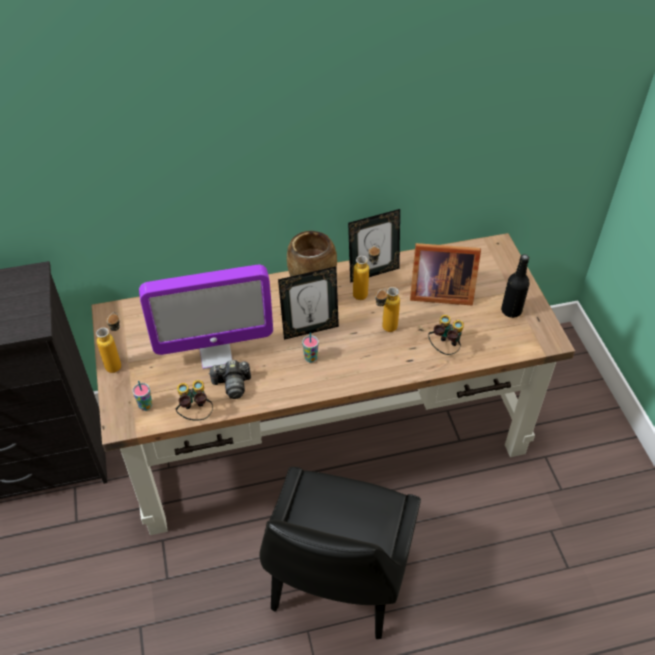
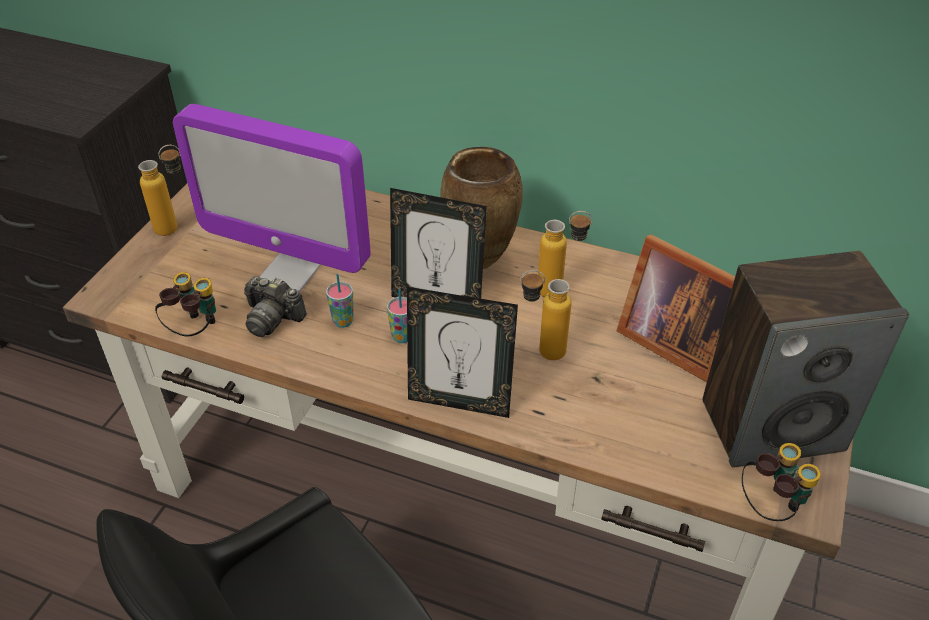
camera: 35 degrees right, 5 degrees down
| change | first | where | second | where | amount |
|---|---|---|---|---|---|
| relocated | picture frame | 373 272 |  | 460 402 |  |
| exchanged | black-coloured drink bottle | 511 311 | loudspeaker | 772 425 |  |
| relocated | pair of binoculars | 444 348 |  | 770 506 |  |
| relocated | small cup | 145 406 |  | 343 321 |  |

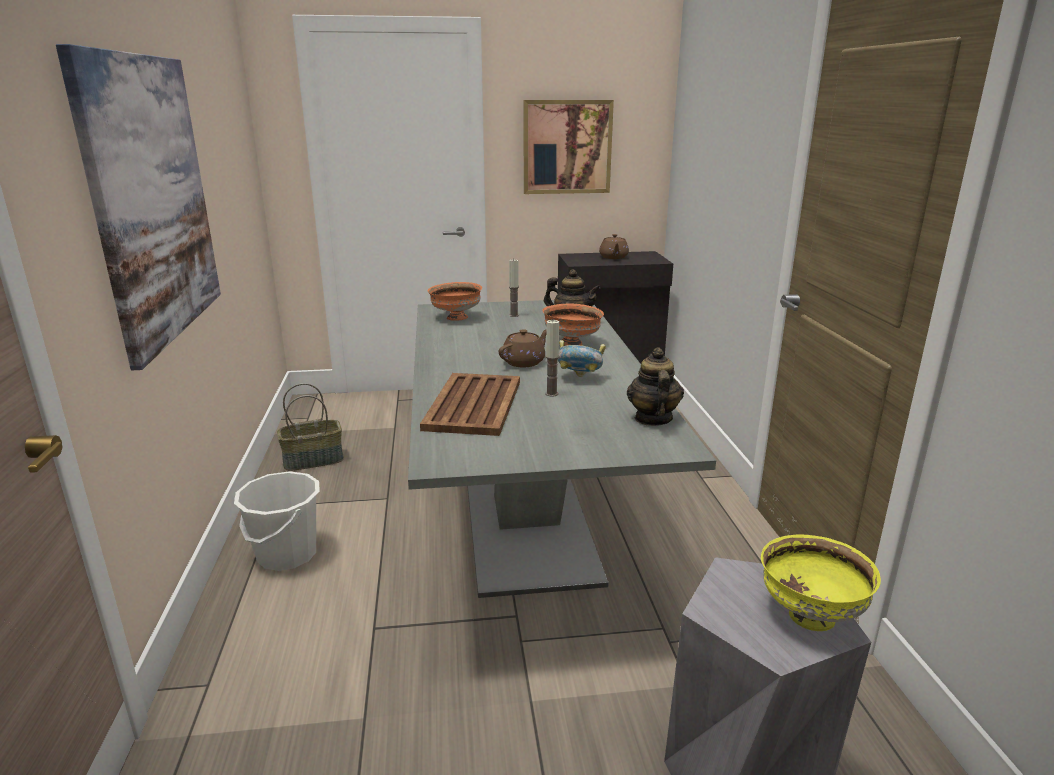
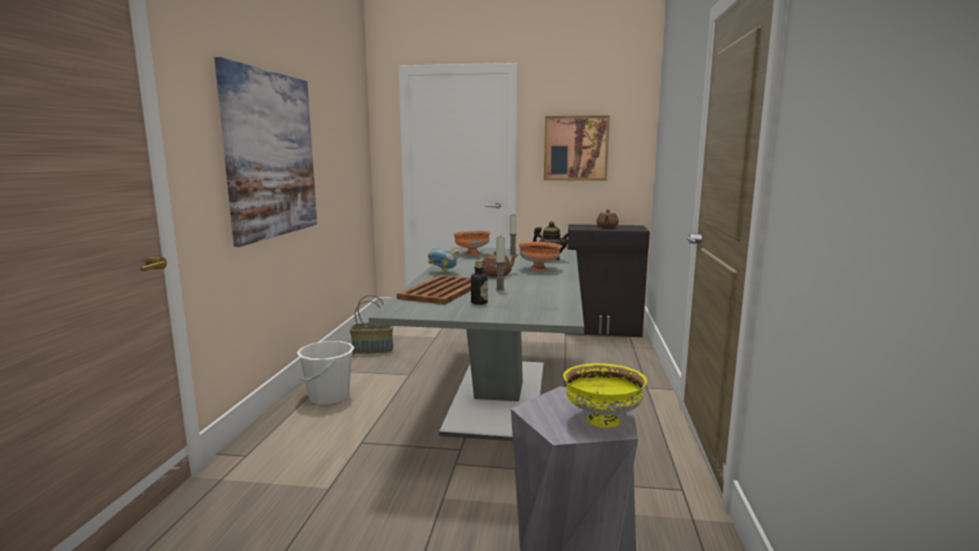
camera: 15 degrees right, 10 degrees down
| change | first | where | second | where | amount |
|---|---|---|---|---|---|
| relocated | deep dish | 580 378 |  | 443 272 |  |
| missing | tea pot | 652 419 |  |  |  |
| appeared |  |  | drink bottle | 479 303 |  |

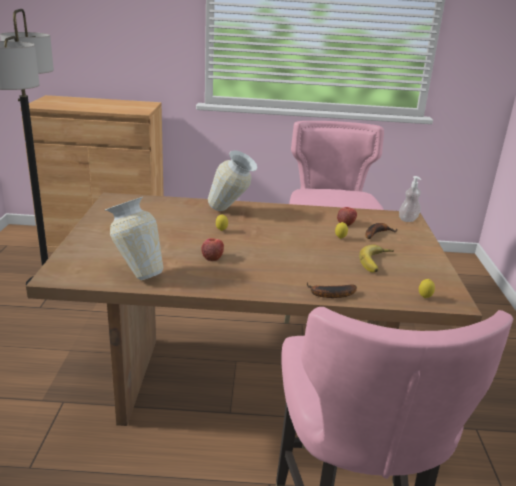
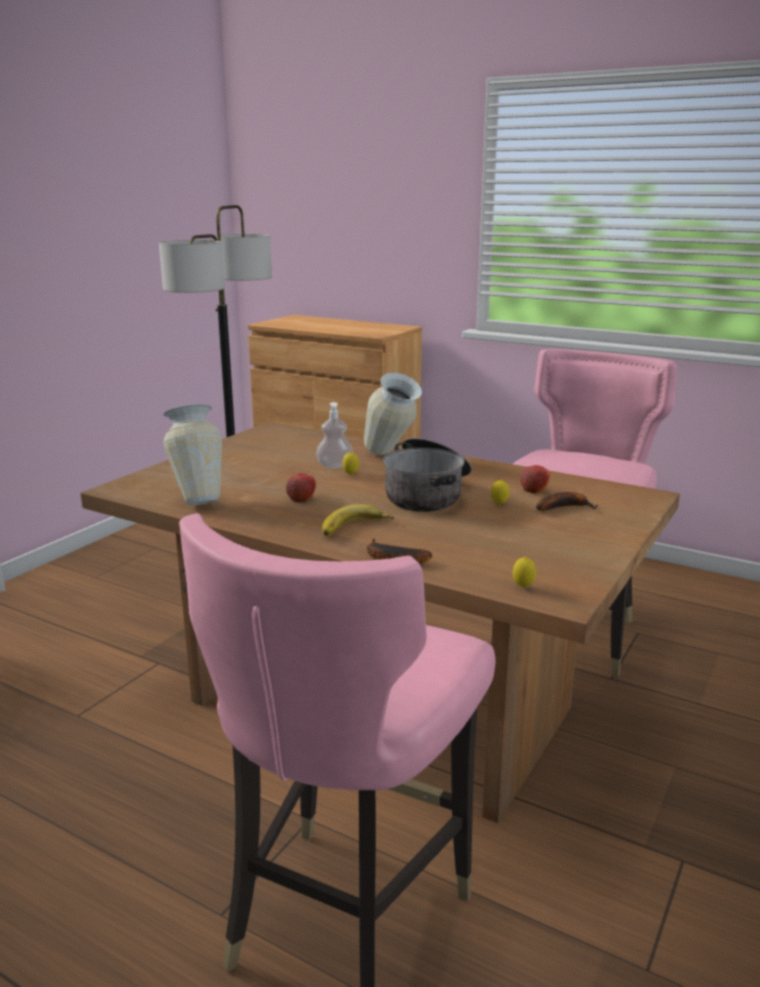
camera: 30 degrees right, 5 degrees down
| change | first | where | second | where | amount |
|---|---|---|---|---|---|
| relocated | soap dispenser | 408 219 |  | 335 466 |  |
| relocated | whole banana | 378 263 |  | 355 529 |  |
| appeared |  |  | stockpot | 428 494 |  |

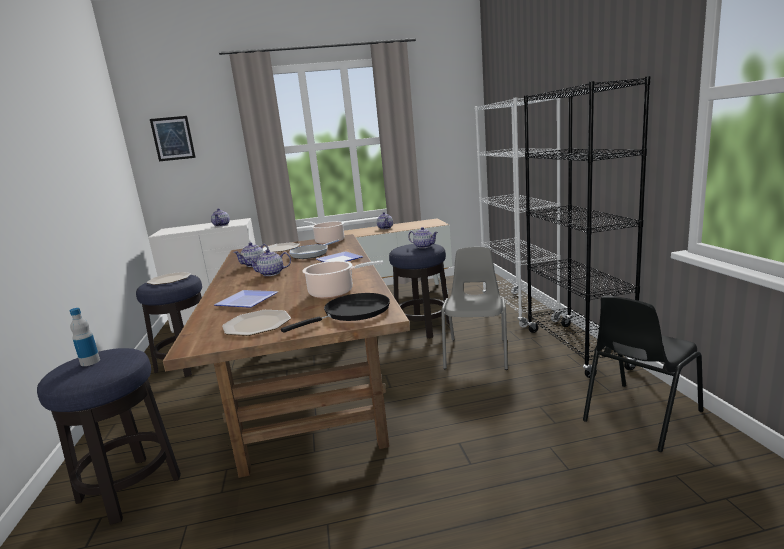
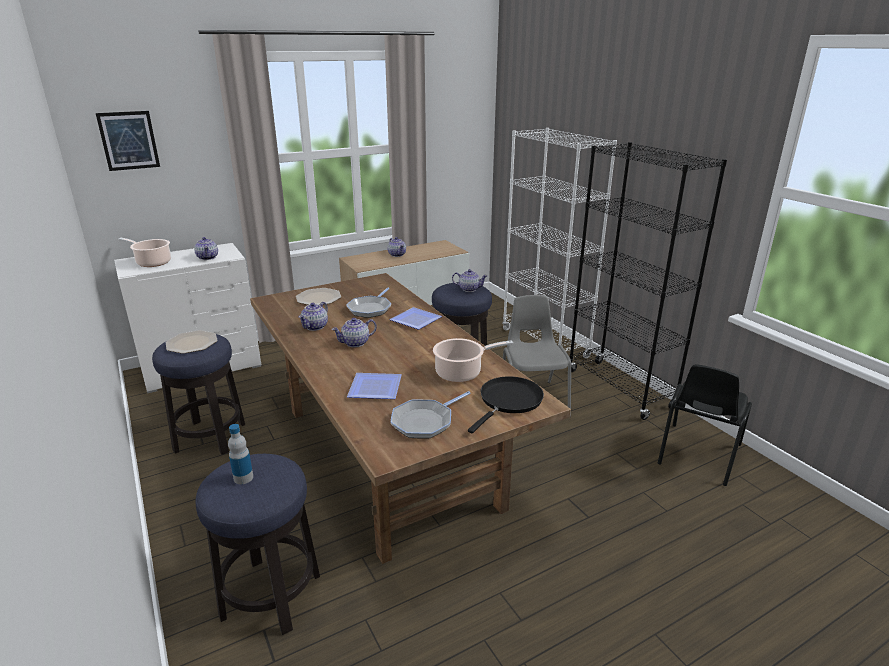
camera: 20 degrees left, 10 degrees up
| change | first | where | second | where | amount |
|---|---|---|---|---|---|
| relocated | stockpot | 328 241 |  | 152 262 |  |
| exchanged | dinner plate | 257 324 | frying pan | 425 422 |  |

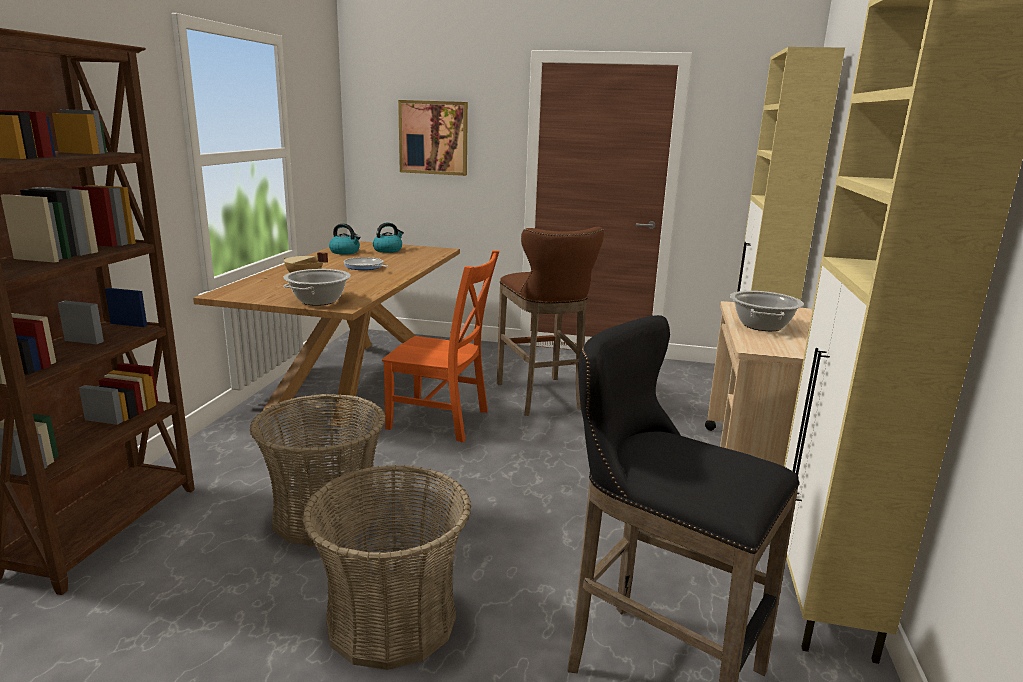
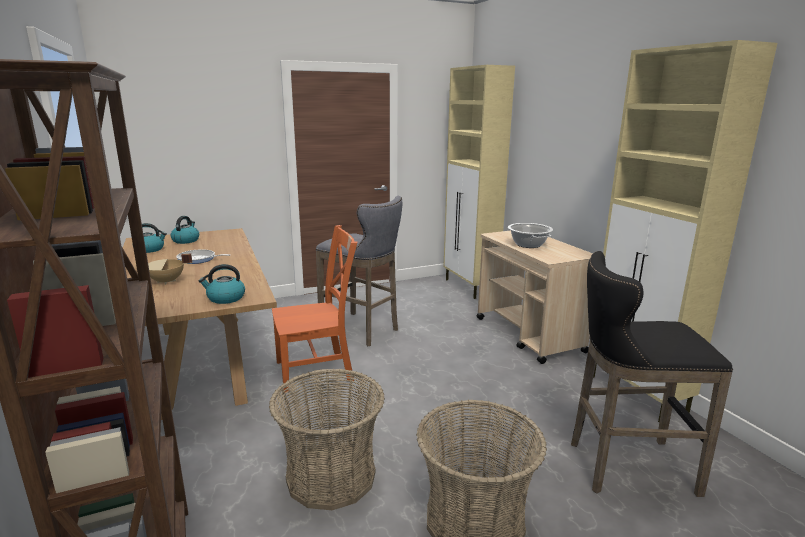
camera: 35 degrees left, 0 degrees up
| change | first | where | second | where | amount |
|---|---|---|---|---|---|
| missing | wall art | 433 137 |  |  |  |
| colour | brownish stool seat | 542 398 | greyish stool seat | 362 330 |  |
| exchanged | stockpot | 319 301 | kettle | 225 298 |  |

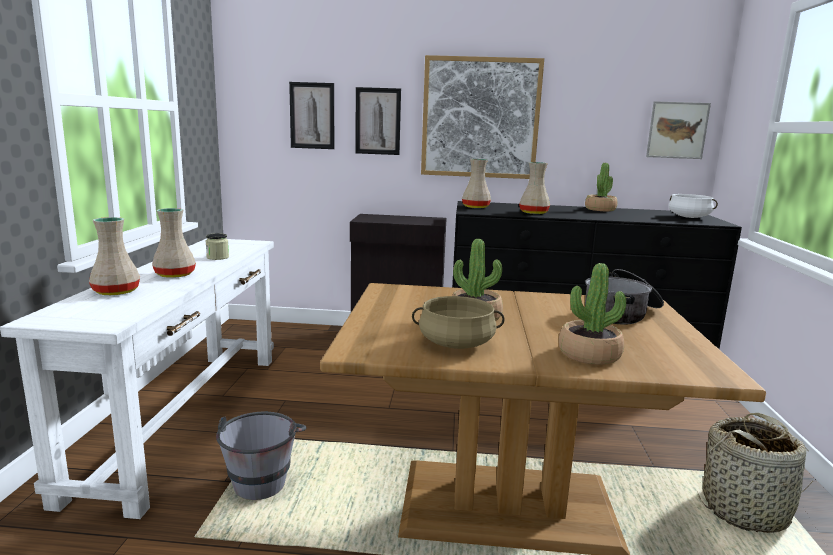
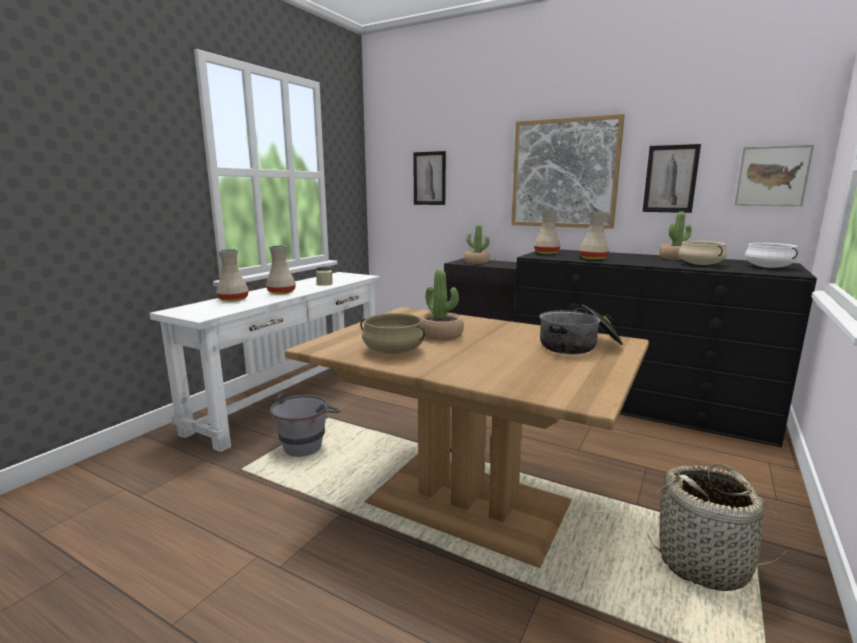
camera: 25 degrees right, 0 degrees up
| change | first | where | second | where | amount |
|---|---|---|---|---|---|
| relocated | wall art | 378 121 |  | 670 179 |  |
| relocated | houseplant | 589 354 |  | 476 262 |  |
| appeared |  |  | beige stockpot | 700 264 |  |

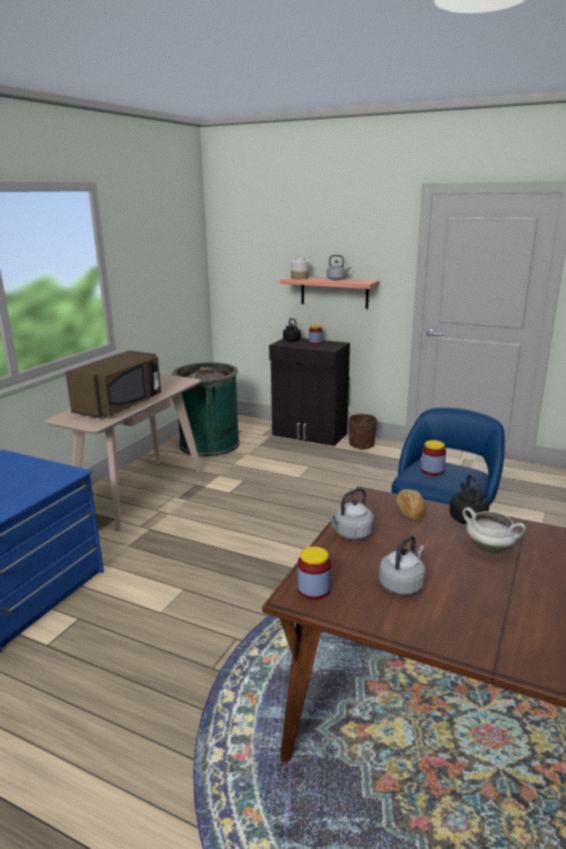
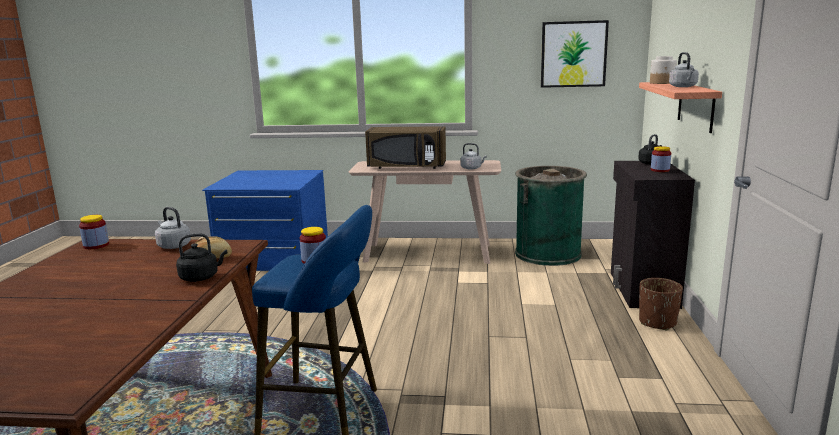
camera: 70 degrees right, 5 degrees down
| change | first | where | second | where | amount |
|---|---|---|---|---|---|
| missing | white stockpot | 490 548 |  |  |  |
| relocated | greyish kettle | 402 584 |  | 472 168 |  |
| appeared |  |  | wall art | 573 54 |  |

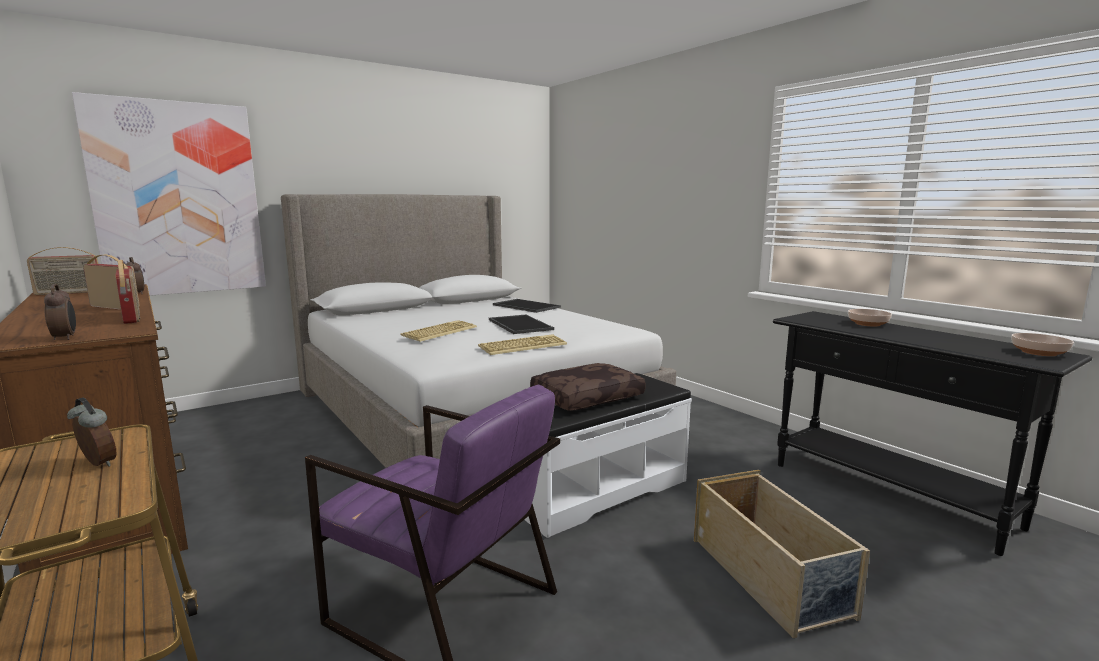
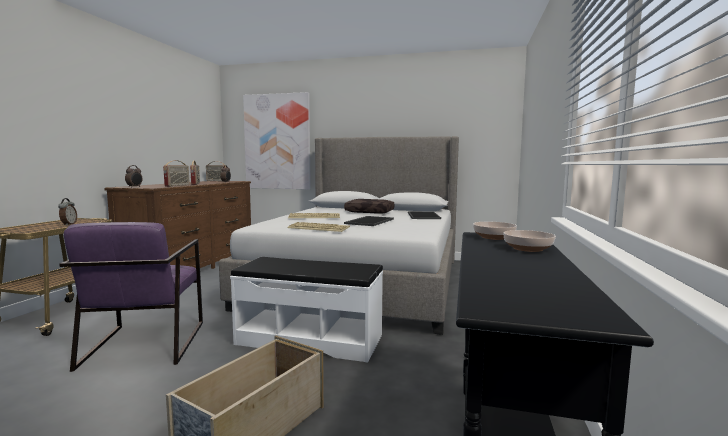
camera: 50 degrees right, 5 degrees down
| change | first | where | second | where | amount |
|---|---|---|---|---|---|
| relocated | deep dish | 1039 353 |  | 493 237 |  |
| relocated | brownish cushion | 587 397 |  | 370 212 |  |

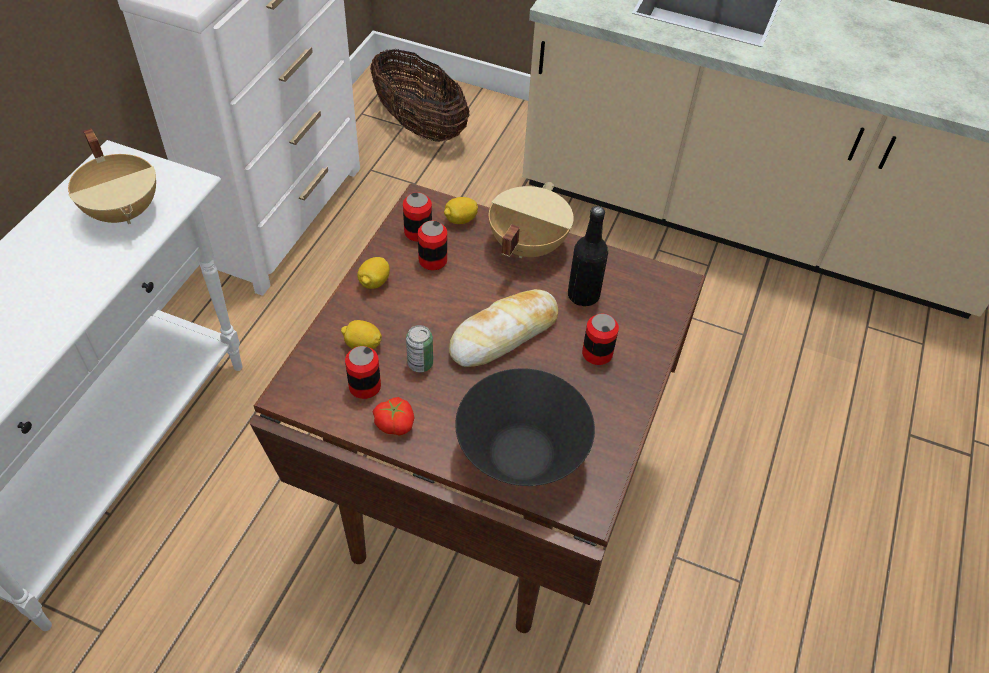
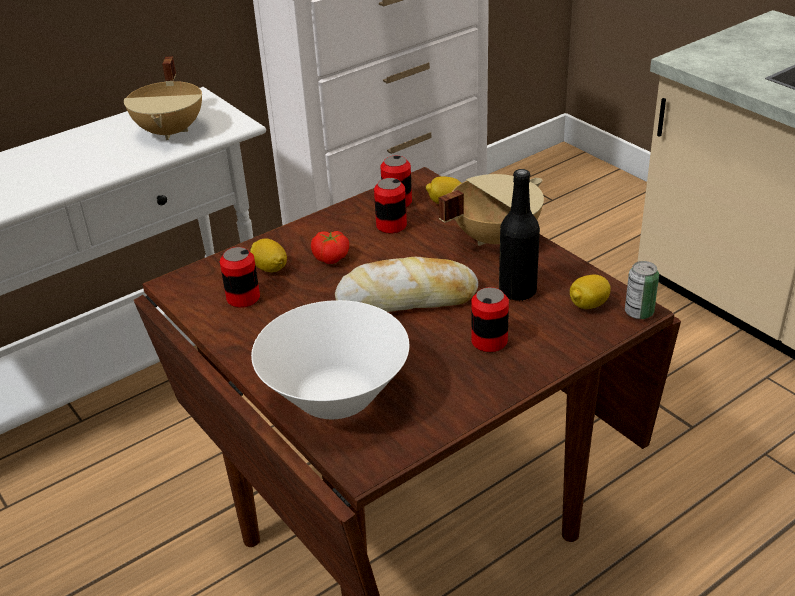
camera: 35 degrees right, 15 degrees down
| change | first | where | second | where | amount |
|---|---|---|---|---|---|
| missing | storage basket | 420 126 |  |  |  |
| relocated | lemon | 374 282 |  | 588 305 |  |
| relocated | metal can | 420 363 |  | 639 312 |  |
| colour | black-coloured deep dish | 521 455 | white deep dish | 335 396 |  |
| relocated | whole tomato | 395 423 |  | 332 257 |  |

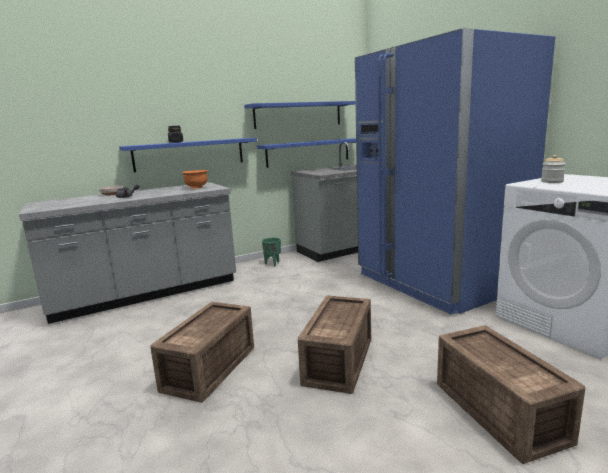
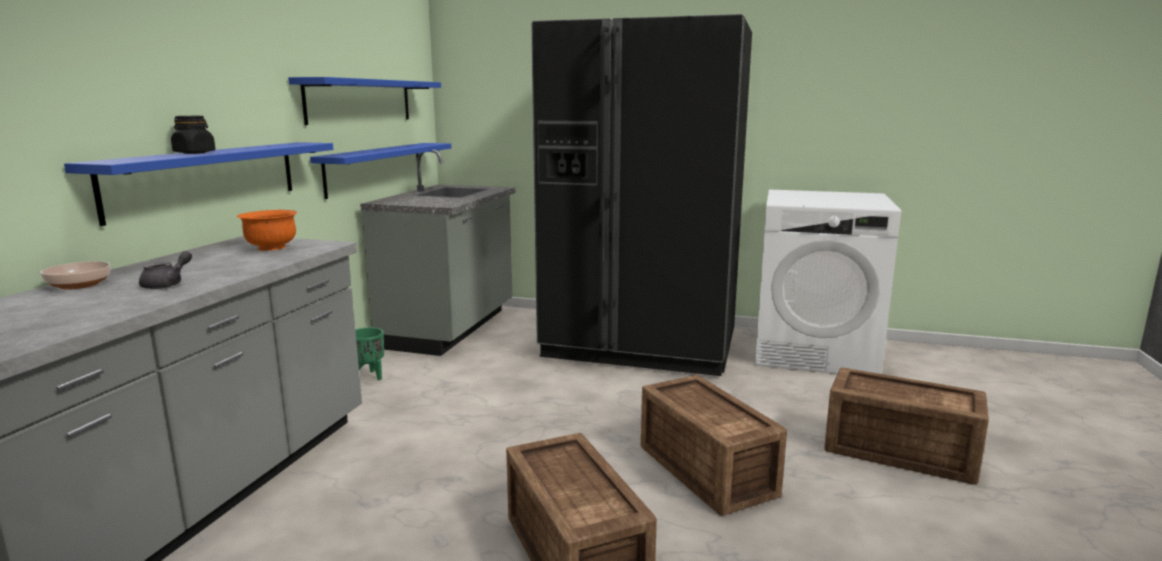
camera: 45 degrees left, 0 degrees up
| change | first | where | second | where | amount |
|---|---|---|---|---|---|
| colour | blue-coloured fridge | 439 281 | black-coloured fridge | 642 343 |  |
| missing | preserve jar | 552 181 |  |  |  |

